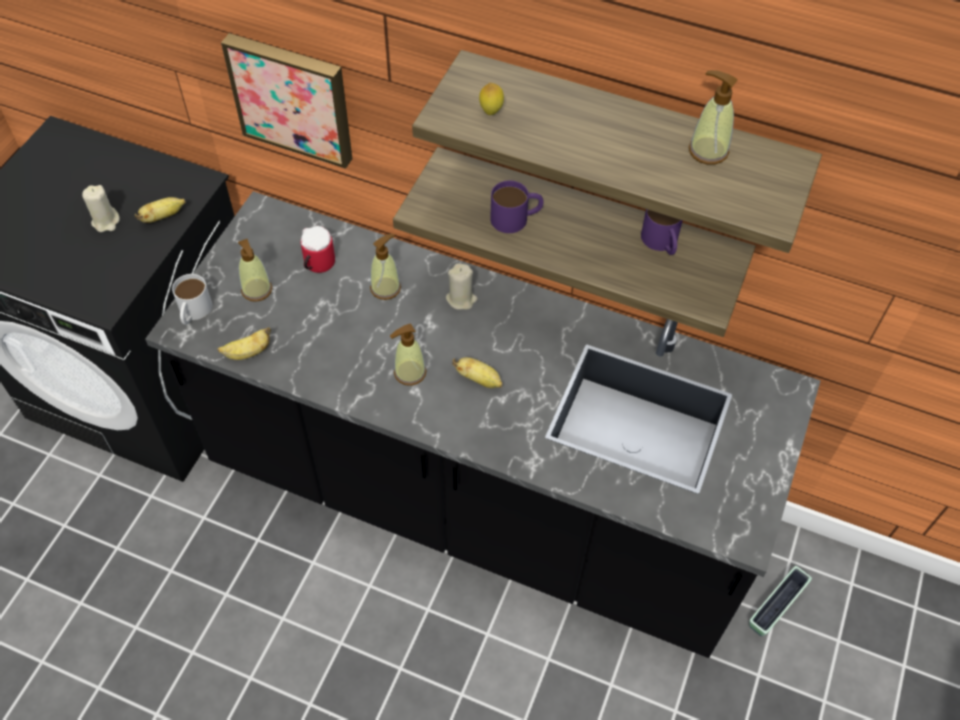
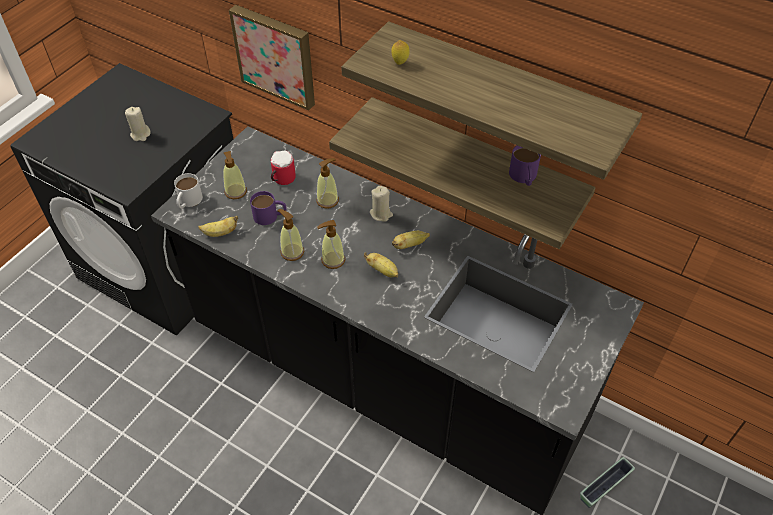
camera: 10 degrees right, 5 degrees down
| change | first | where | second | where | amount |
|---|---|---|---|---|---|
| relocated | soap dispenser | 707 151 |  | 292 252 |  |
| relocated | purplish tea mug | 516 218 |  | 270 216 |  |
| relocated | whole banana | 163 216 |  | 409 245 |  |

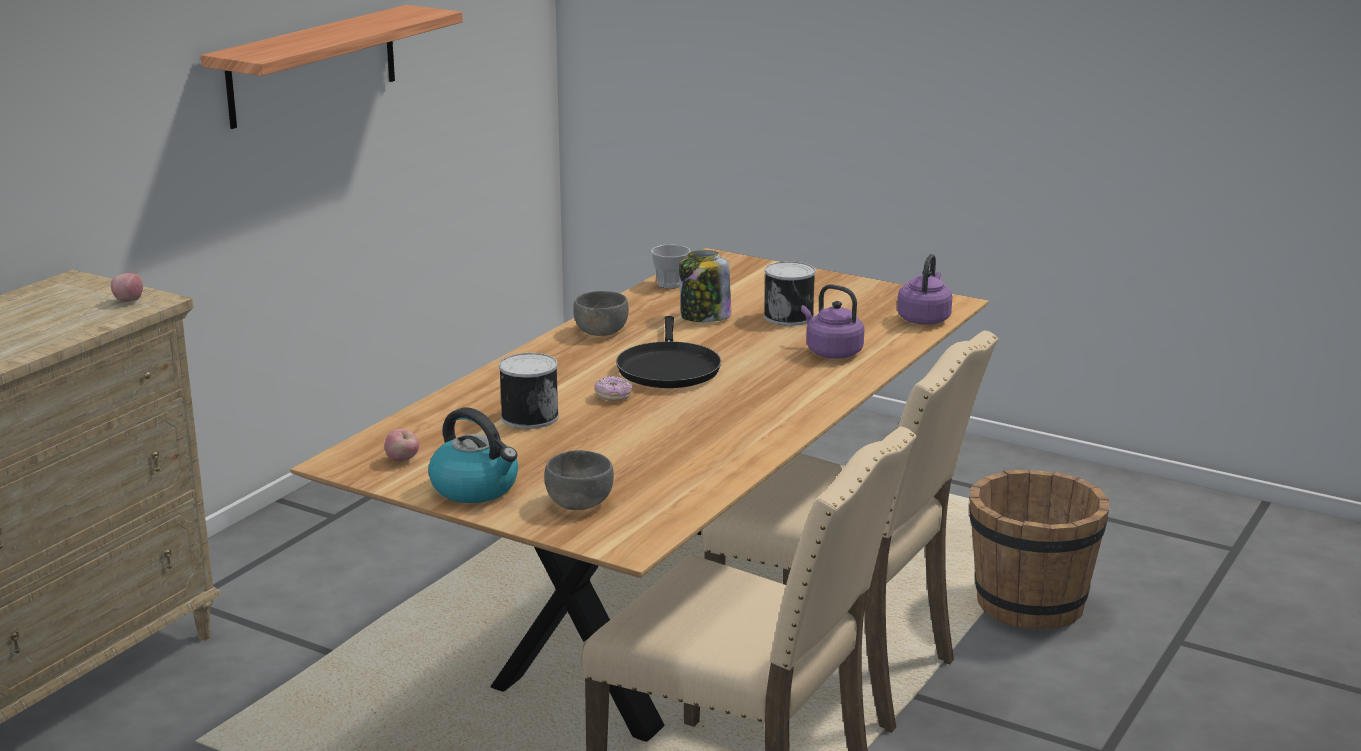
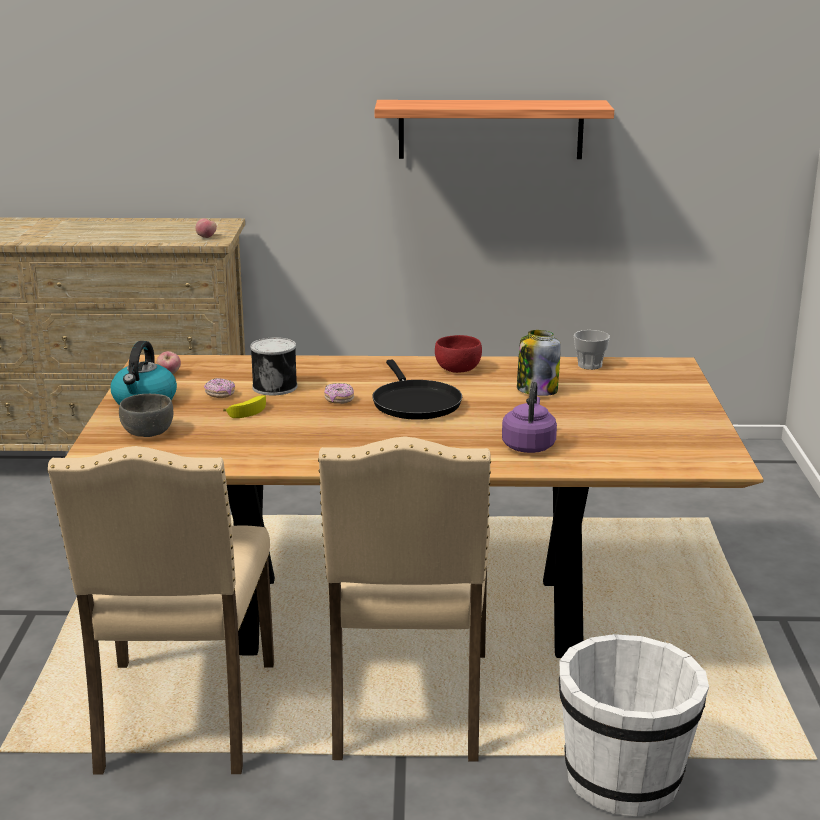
camera: 60 degrees right, 0 degrees up
| change | first | where | second | where | amount |
|---|---|---|---|---|---|
| missing | purplish kettle | 924 318 |  |  |  |
| missing | metal can | 789 316 |  |  |  |
| colour | greyish deep dish | 601 331 | red-coloured deep dish | 457 369 |  |
| spun | black-coloured frying pan | 668 369 |  | 414 403 | 75 degrees counterclockwise |
| colour | brownish water bucket | 1029 604 | white water bucket | 624 779 |  |
| appeared |  |  | doughnut | 220 395 |  |
| appeared |  |  | whole banana | 248 410 |  |

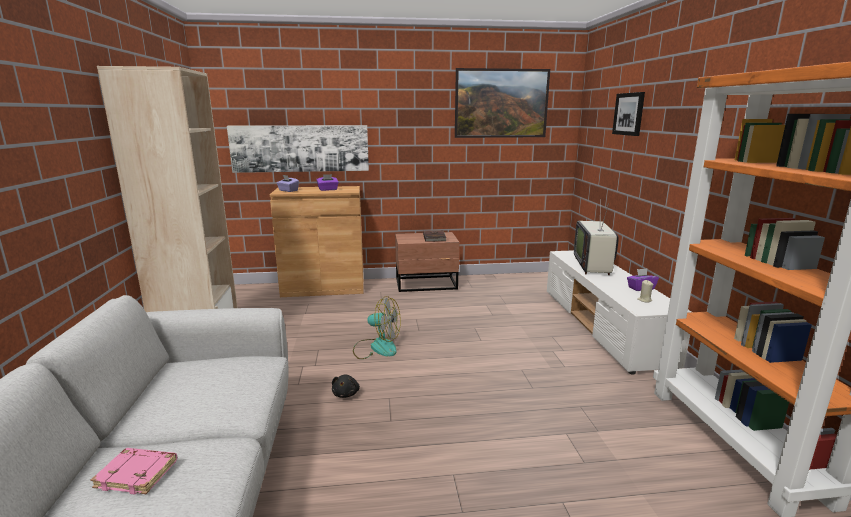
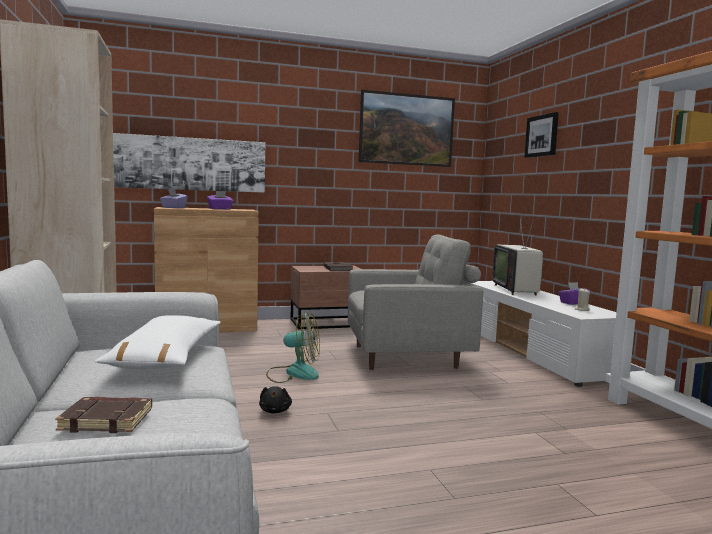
camera: 10 degrees left, 10 degrees down
| change | first | where | second | where | amount |
|---|---|---|---|---|---|
| colour | pink book | 138 474 | brownish book | 108 420 |  |
| appeared |  |  | greyish armchair | 408 357 |  |
| appeared |  |  | white cushion | 165 357 |  |

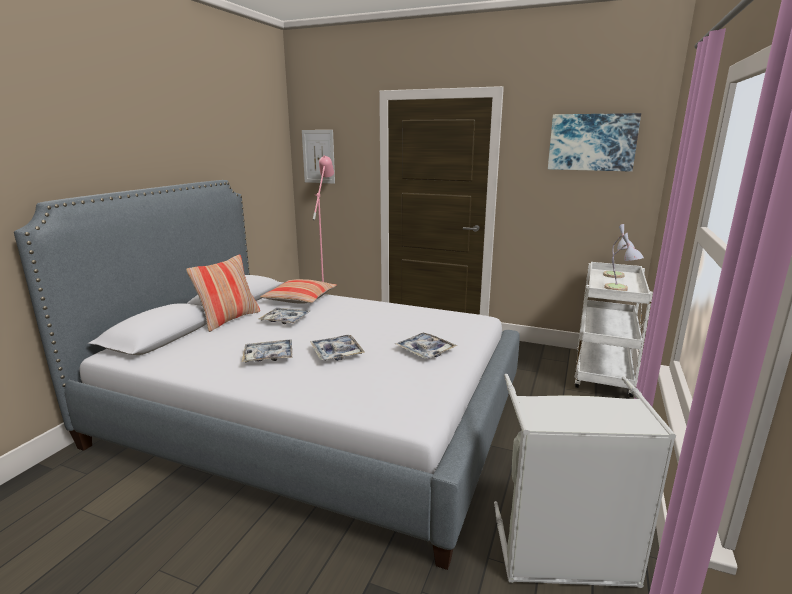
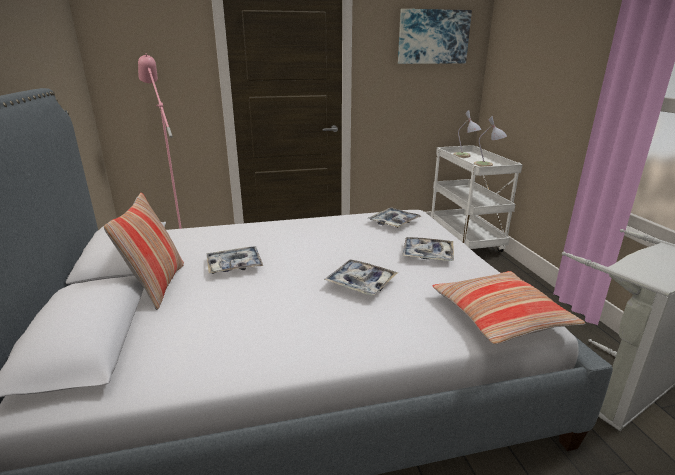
camera: 35 degrees left, 5 degrees up
| change | first | where | second | where | amount |
|---|---|---|---|---|---|
| missing | wall art | 318 156 |  |  |  |
| relocated | cushion | 300 299 |  | 500 316 |  |
| relocated | serving tray | 268 356 |  | 394 222 |  |

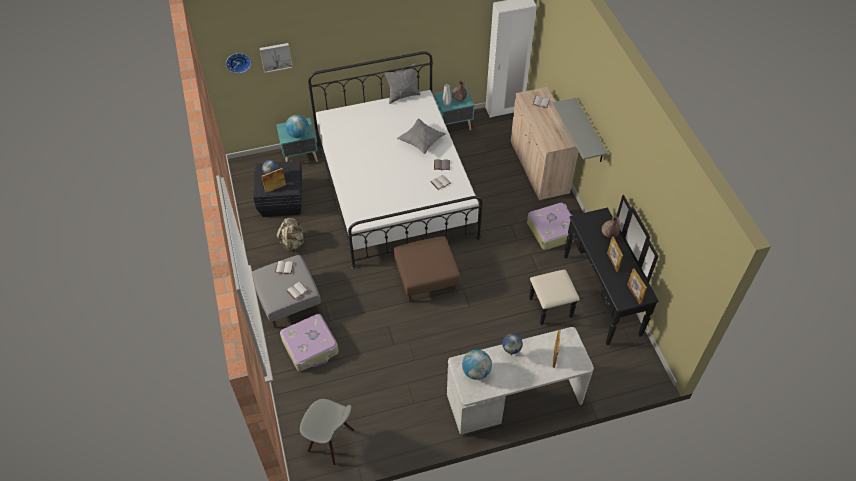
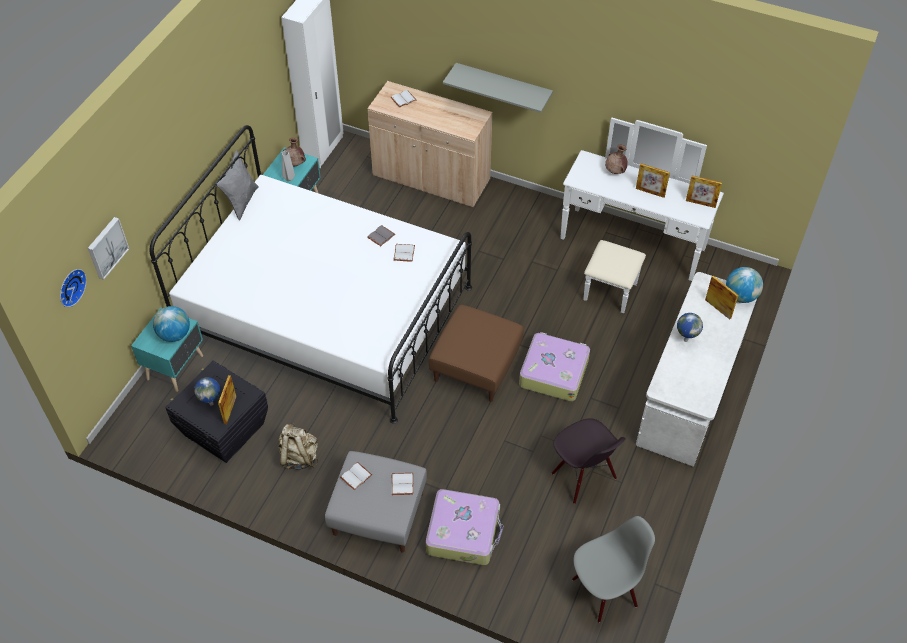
camera: 50 degrees left, 0 degrees up
| change | first | where | second | where | amount |
|---|---|---|---|---|---|
| missing | greyish cushion | 421 142 |  |  |  |
| colour | black-coloured chest of drawers | 590 298 | white chest of drawers | 628 254 |  |
| relocated | piece of luggage | 552 230 |  | 553 372 |  |
| relocated | globe | 476 372 |  | 740 296 |  |
| appeared |  |  | black-coloured upright chair | 583 476 |  |

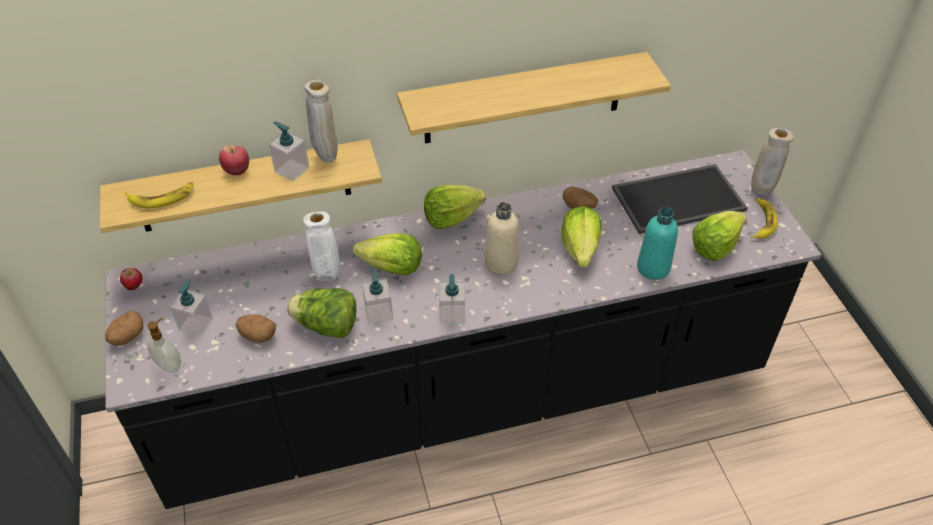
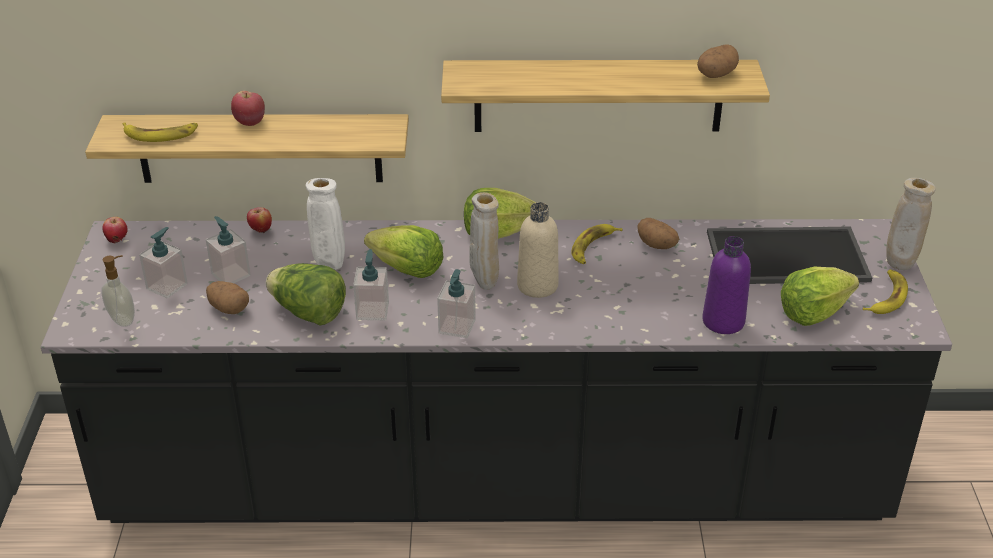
camera: 15 degrees right, 10 degrees down
| change | first | where | second | where | amount |
|---|---|---|---|---|---|
| relocated | beige flower vase | 326 157 |  | 484 283 |  |
| relocated | soap dispenser | 291 170 |  | 230 274 |  |
| missing | head of lettuce | 580 249 |  |  |  |
| colour | turquoise drink bottle | 653 268 | purplish drink bottle | 723 321 |  |
| relocated | spud | 127 337 |  | 715 75 |  |
| appeared |  |  | whole apple | 260 230 |  |
| appeared |  |  | whole banana | 593 247 |  |

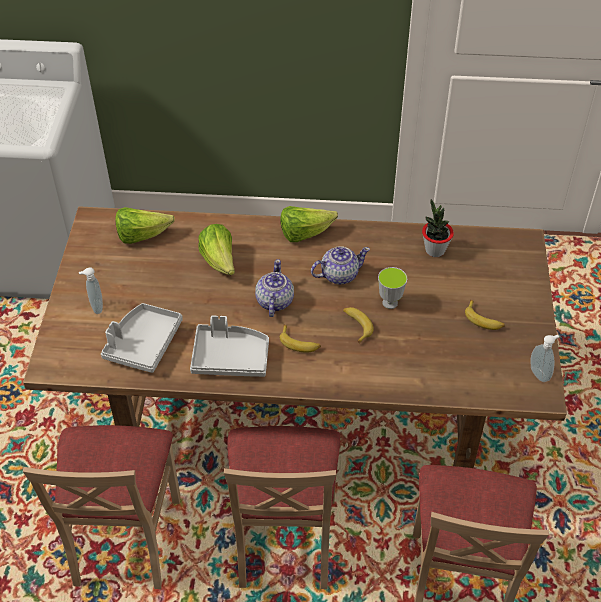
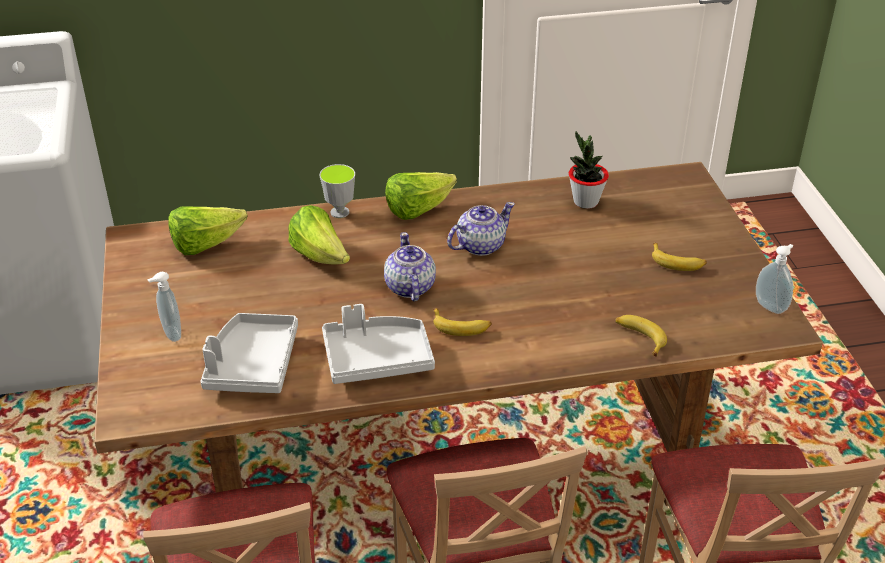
camera: 15 degrees left, 10 degrees down
| change | first | where | second | where | amount |
|---|---|---|---|---|---|
| relocated | small cup | 390 303 |  | 340 212 |  |
| relocated | whole banana | 356 326 |  | 639 337 |  |

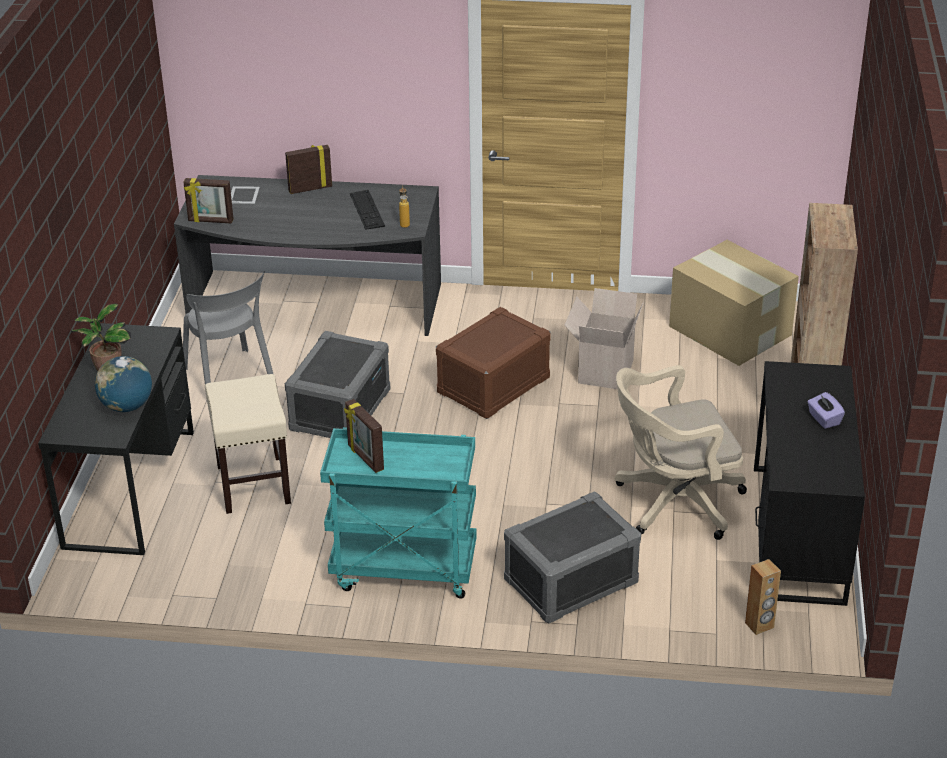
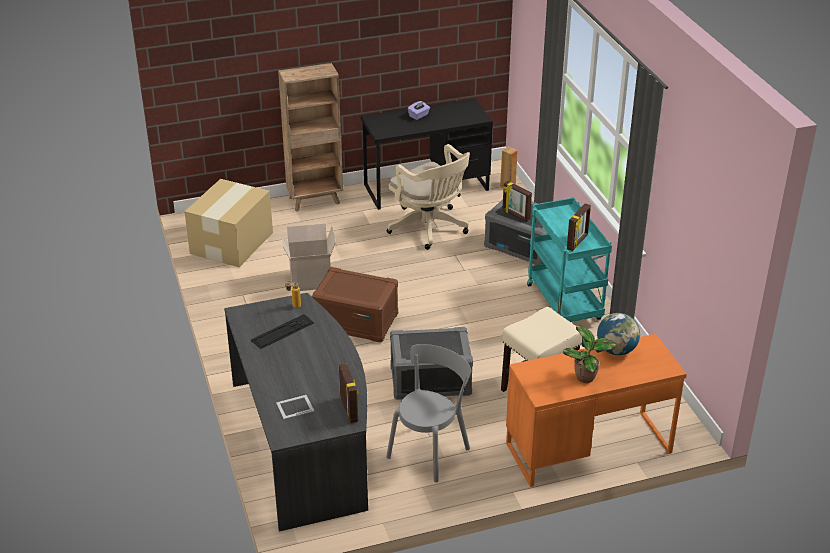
camera: 115 degrees left, 0 degrees up
| change | first | where | second | where | amount |
|---|---|---|---|---|---|
| relocated | picture frame | 310 188 |  | 515 215 |  |
| colour | black-coloured desk | 130 488 | orangey desk | 588 447 |  |

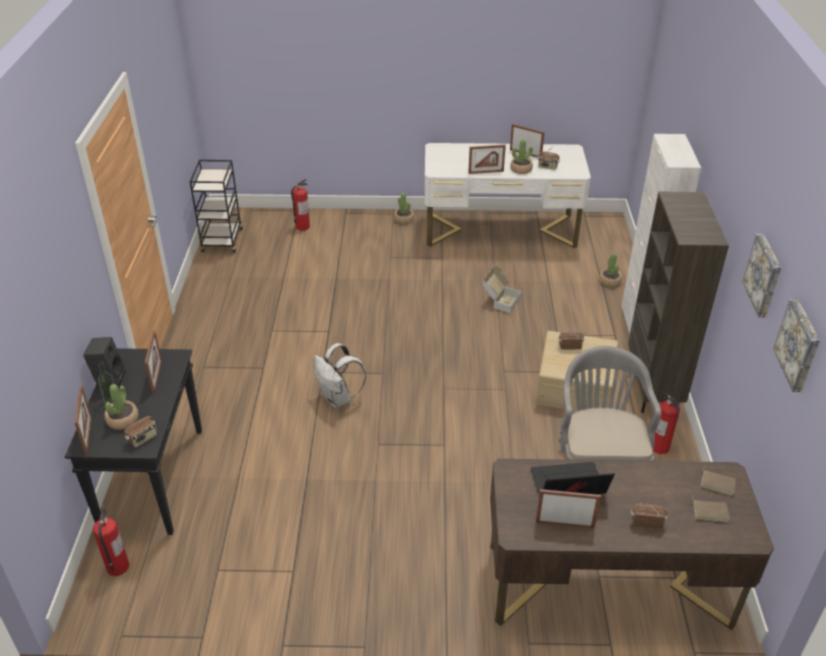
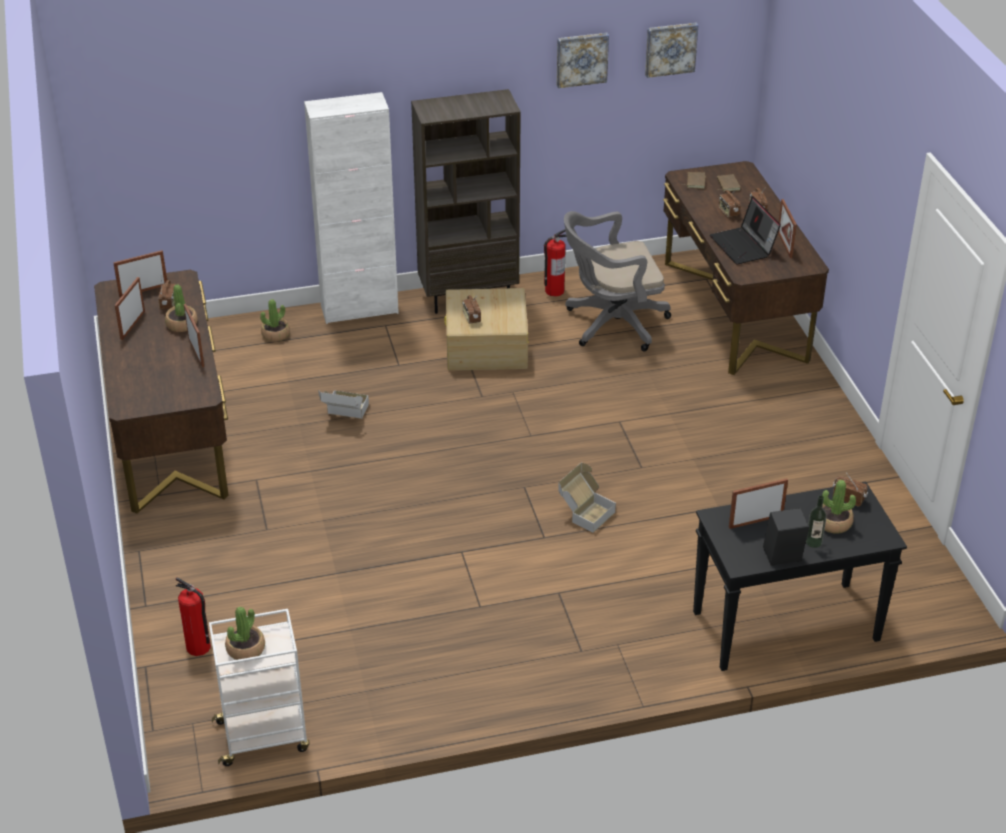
camera: 105 degrees left, 0 degrees up
| change | first | where | second | where | amount |
|---|---|---|---|---|---|
| colour | white desk | 500 230 | brownish desk | 170 435 |  |
| colour | black-coloured wheeled cart | 222 241 | white wheeled cart | 264 736 |  |
| relocated | houseplant | 404 219 |  | 245 649 |  |
| exchanged | white knapsack | 338 398 | carton | 585 513 |  |
| relocated | picture frame | 88 435 |  | 143 290 |  |
| missing | fire extinguisher | 117 567 |  |  |  |
| appeared |  |  | radio receiver | 728 212 |  |

